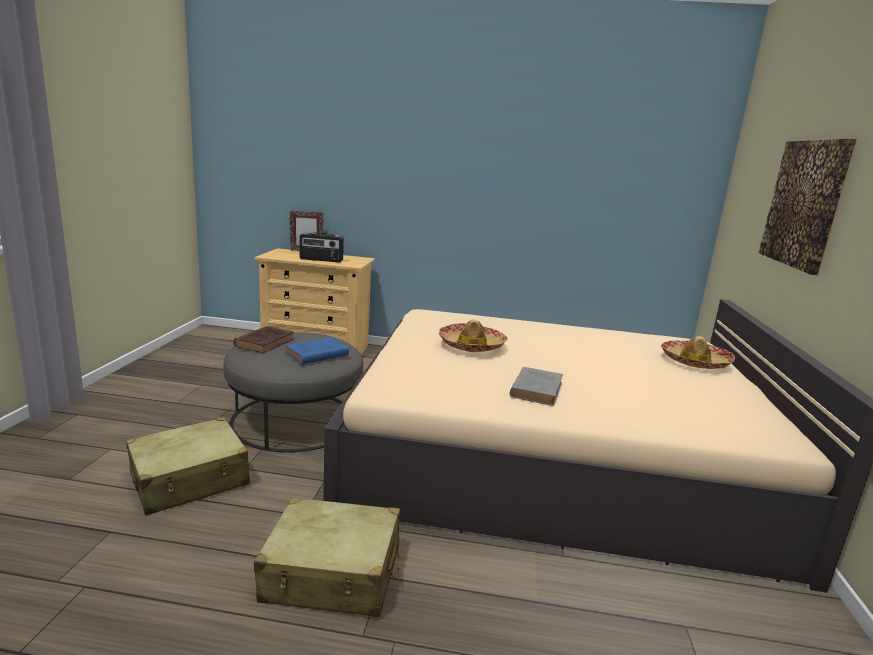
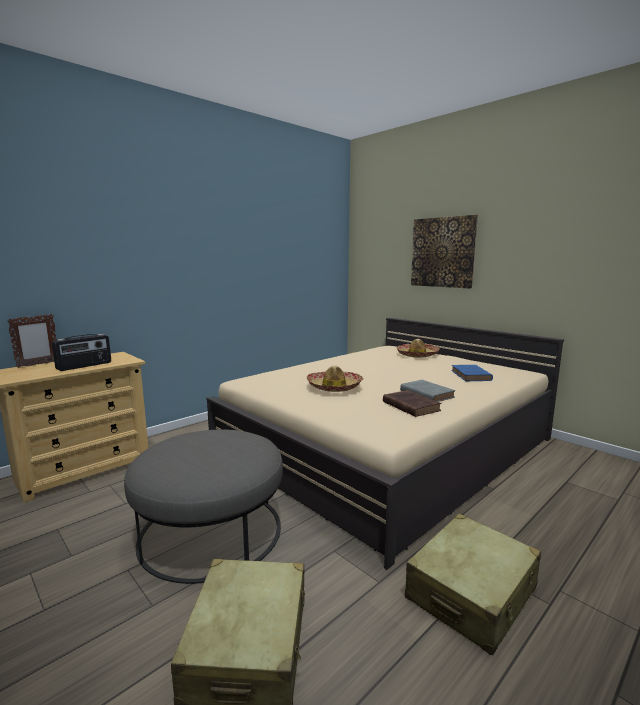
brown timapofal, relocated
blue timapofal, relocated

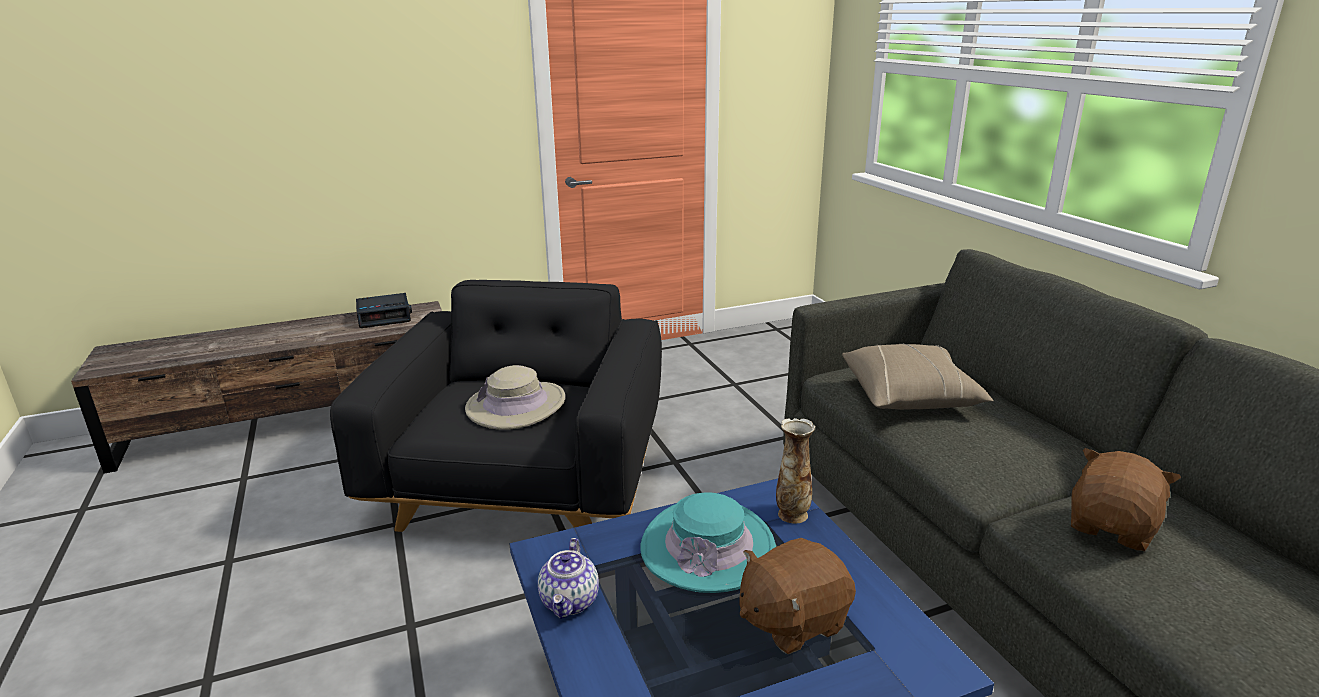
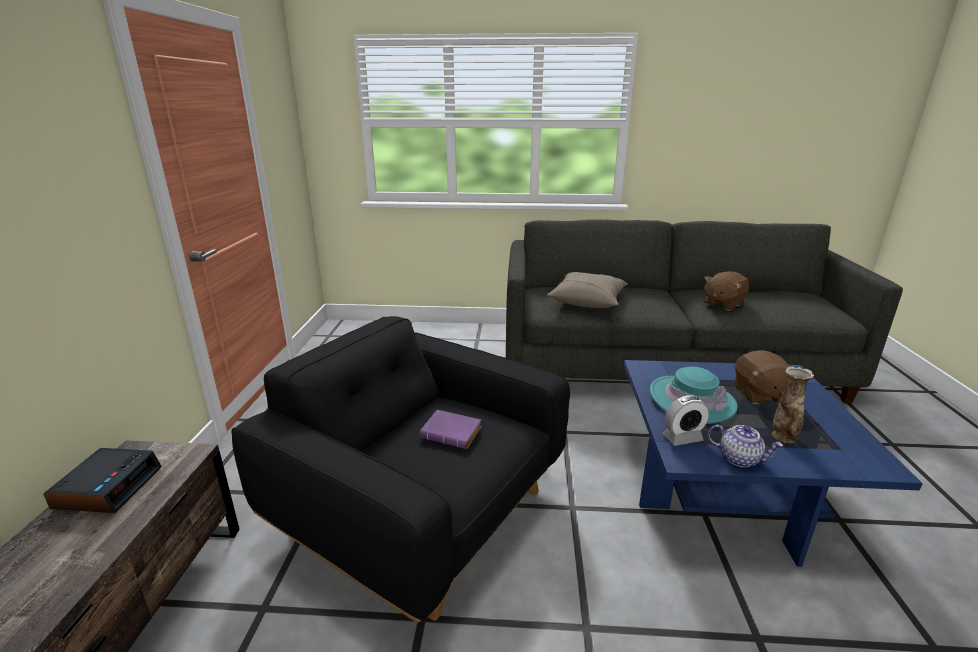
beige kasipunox → purple timapofal
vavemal, relocated
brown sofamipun (no. 2 from left in the first image) → brown sofamipun (no. 1 from left), 105 degrees counterclockwise
- → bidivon (no. 2 from left)

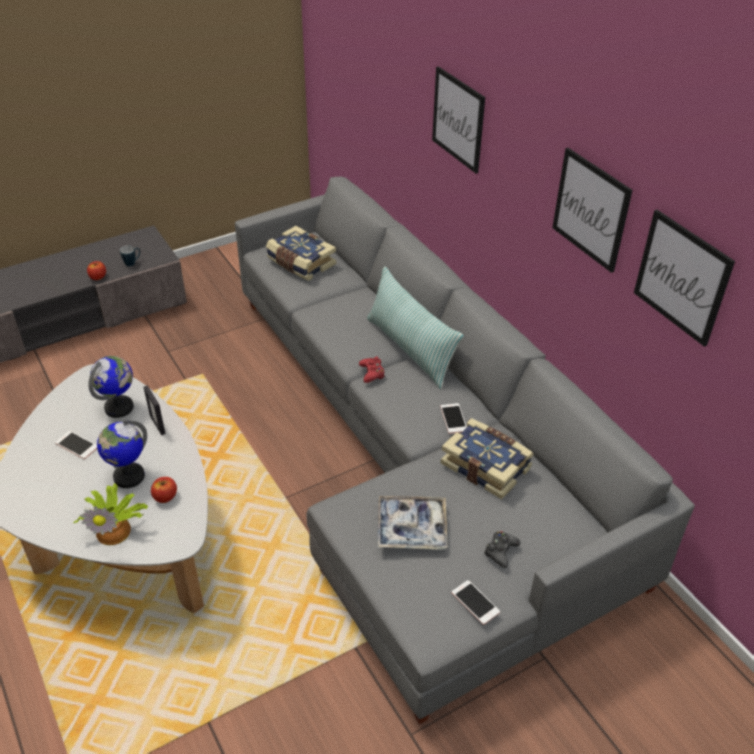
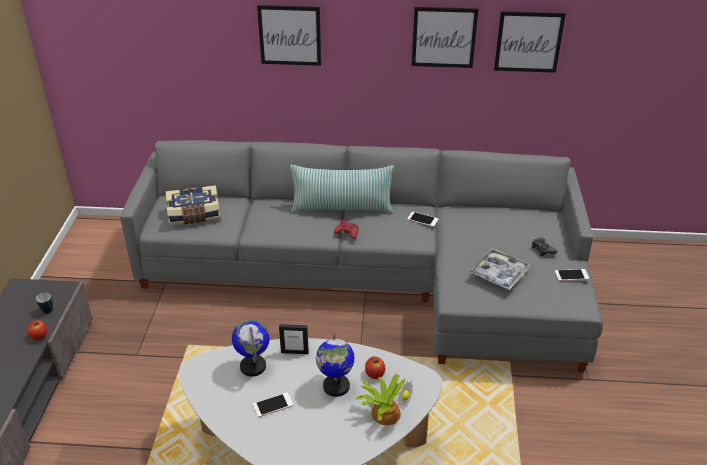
timapofal (no. 2 from left) → -

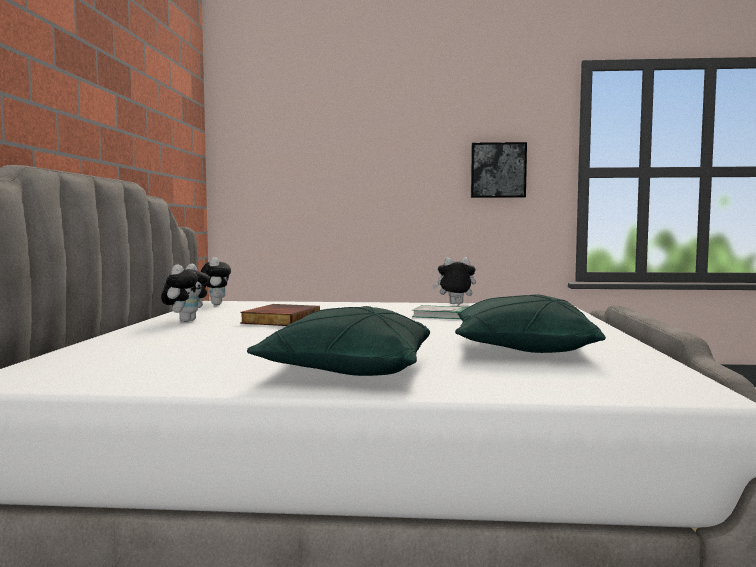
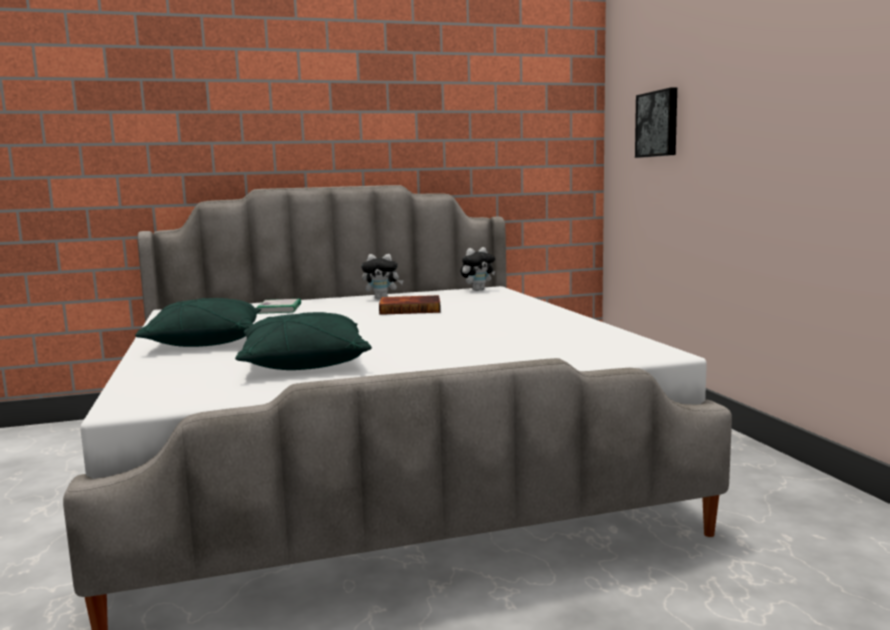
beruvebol, relocated
sofamipun (no. 3 from left) → -
timapofal (no. 2 from left in the first image) → timapofal (no. 1 from left), relocated

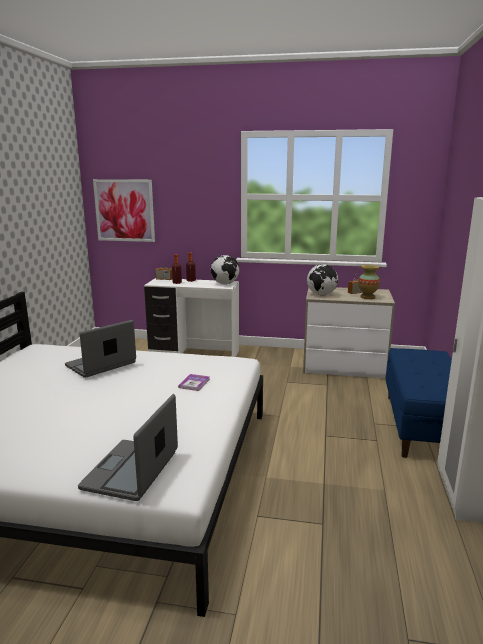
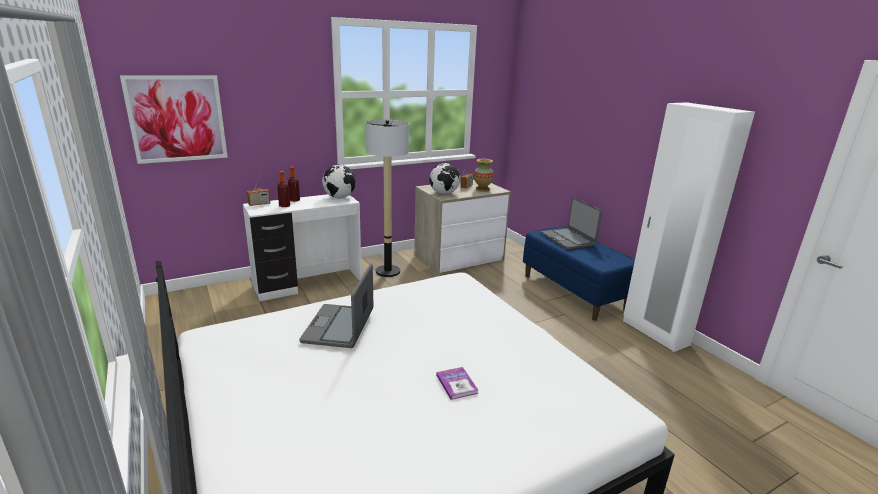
timapofal, relocated
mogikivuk (no. 2 from left), relocated
- → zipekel

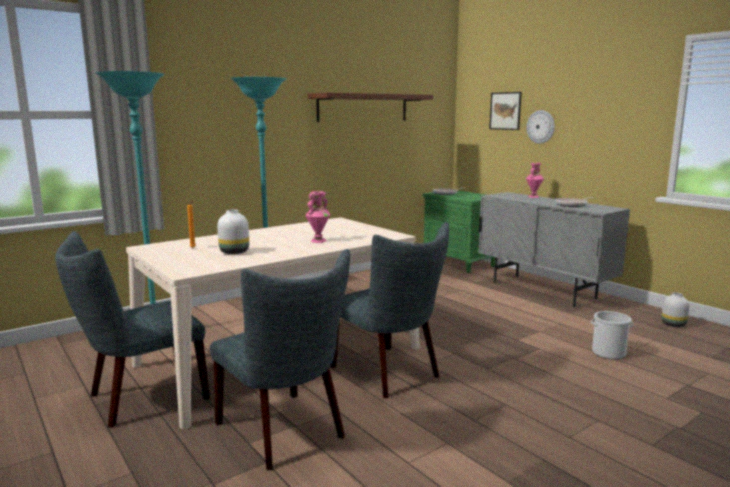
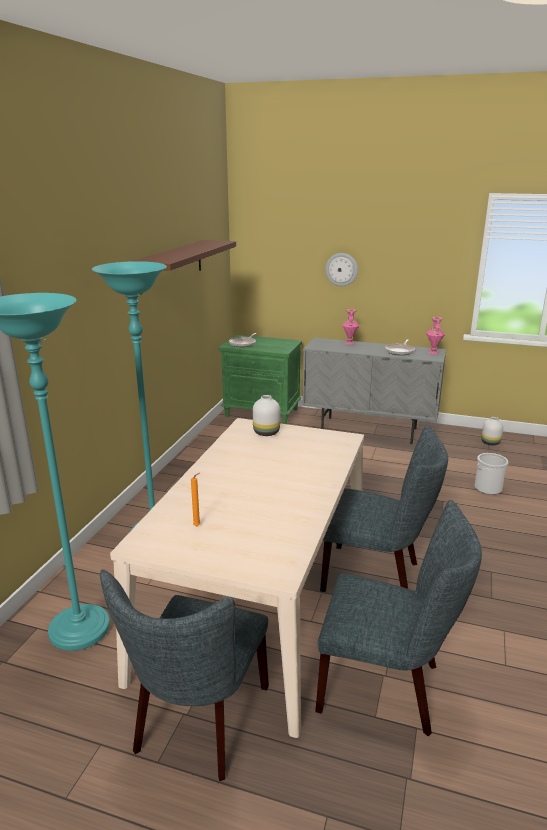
beruvebol → -
pink vavemal (no. 1 from left in the first image) → pink vavemal (no. 2 from left), relocated
white vavemal (no. 1 from left), relocated

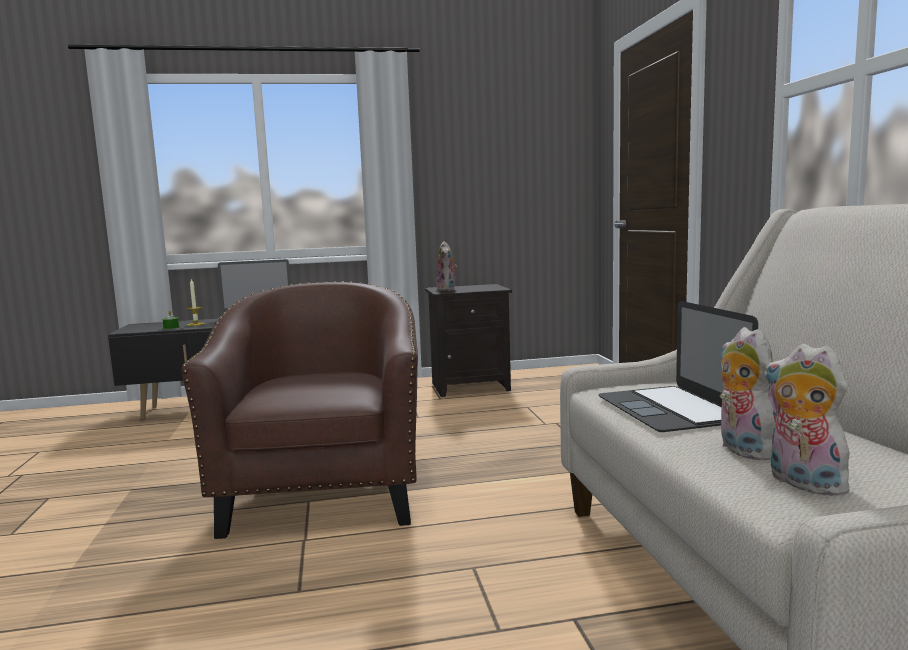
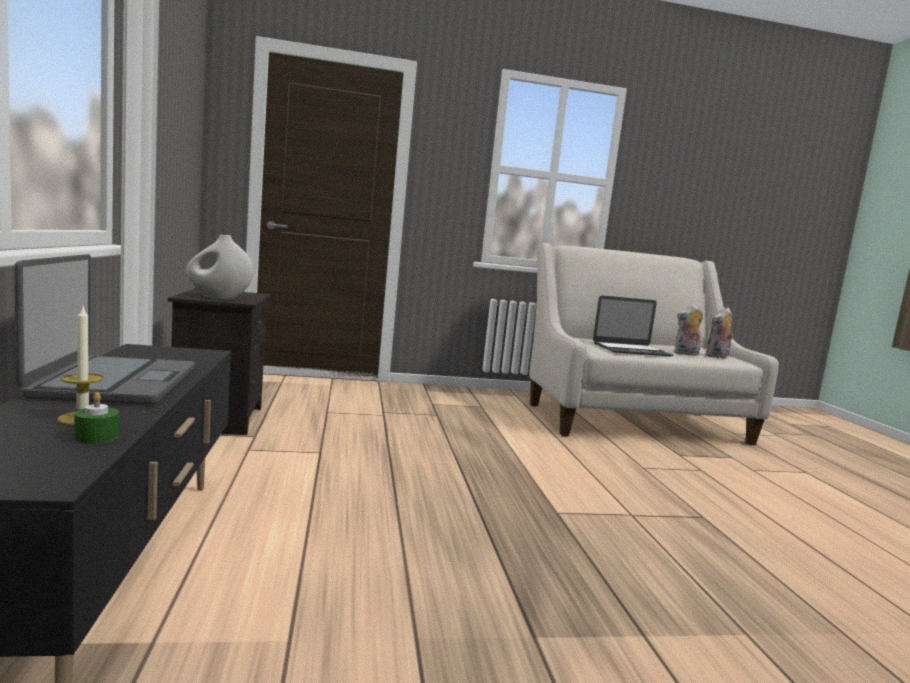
sofamipun (no. 1 from left) → white vavemal
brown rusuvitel → -

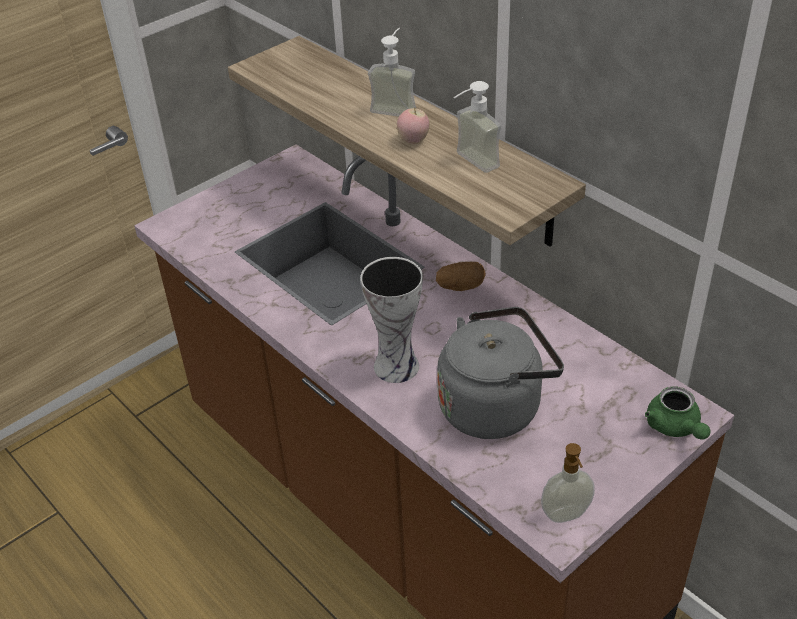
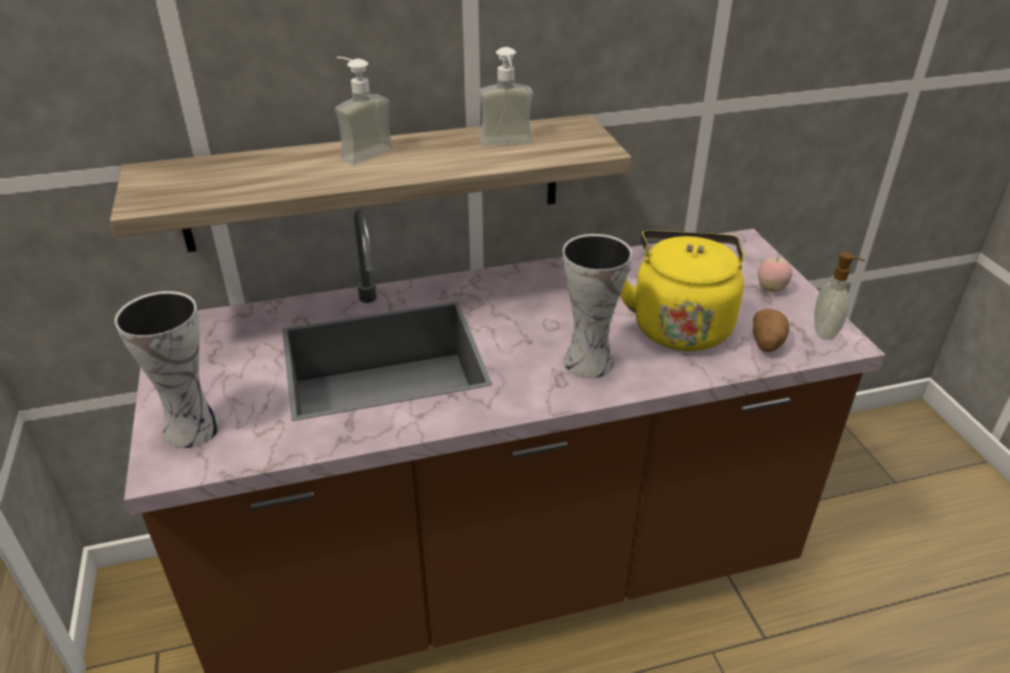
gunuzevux, relocated
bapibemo, relocated
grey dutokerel → yellow dutokerel
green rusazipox → -
- → vavemal (no. 1 from left)

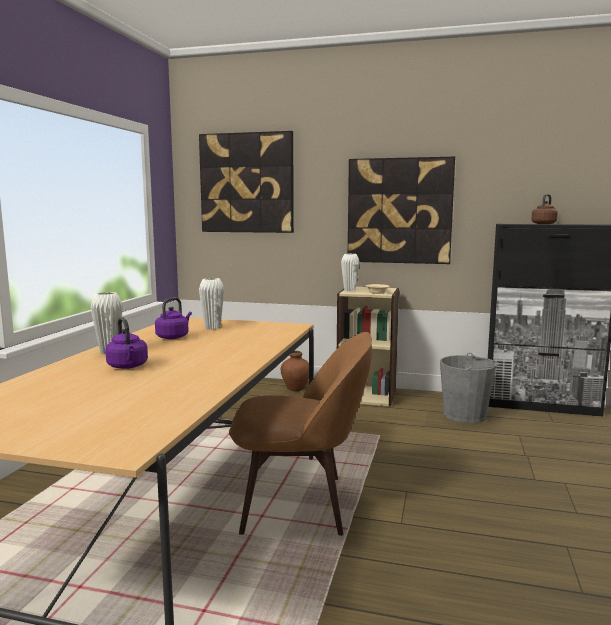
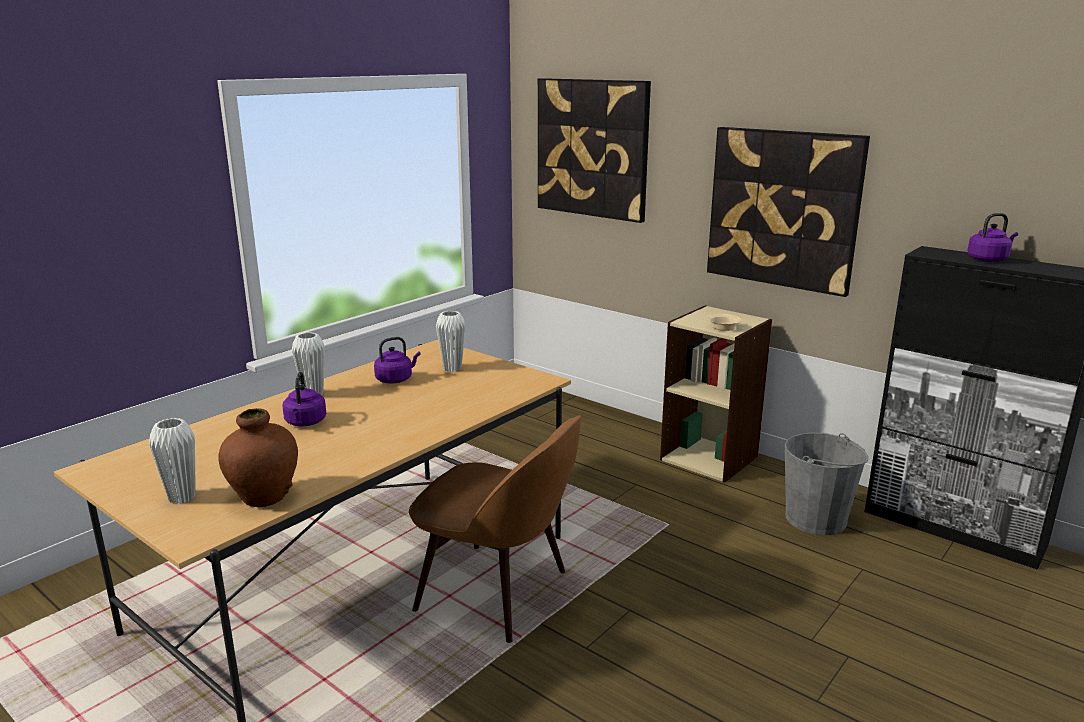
brown dutokerel → purple dutokerel (no. 3 from left)
white vavemal (no. 3 from left in the first image) → white vavemal (no. 1 from left), relocated
brown vavemal, relocated

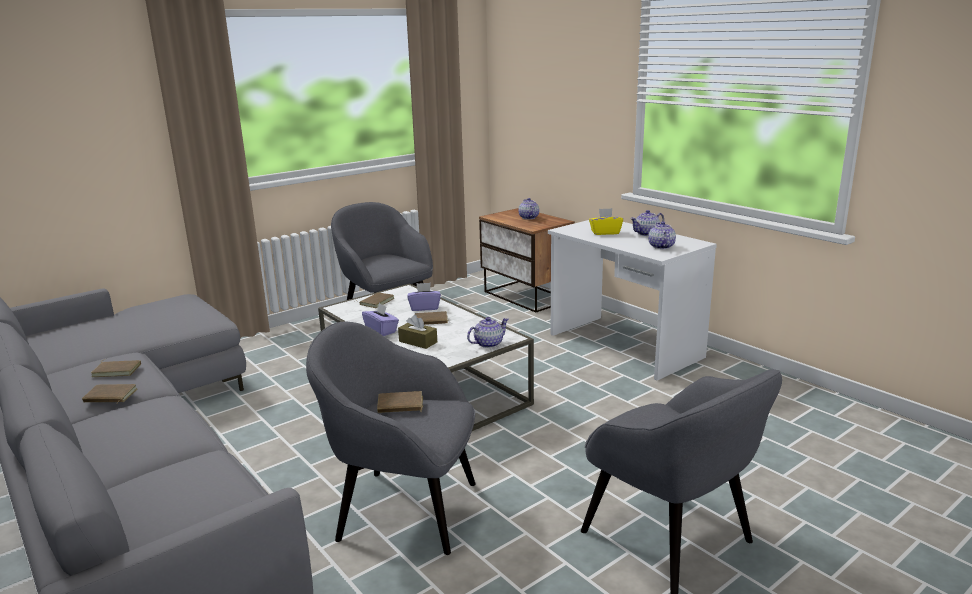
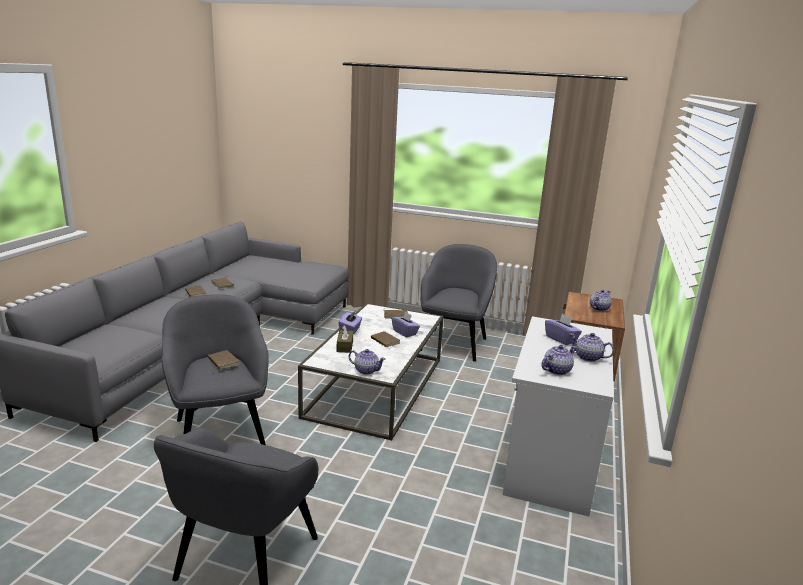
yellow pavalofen → purple pavalofen (no. 3 from left)

